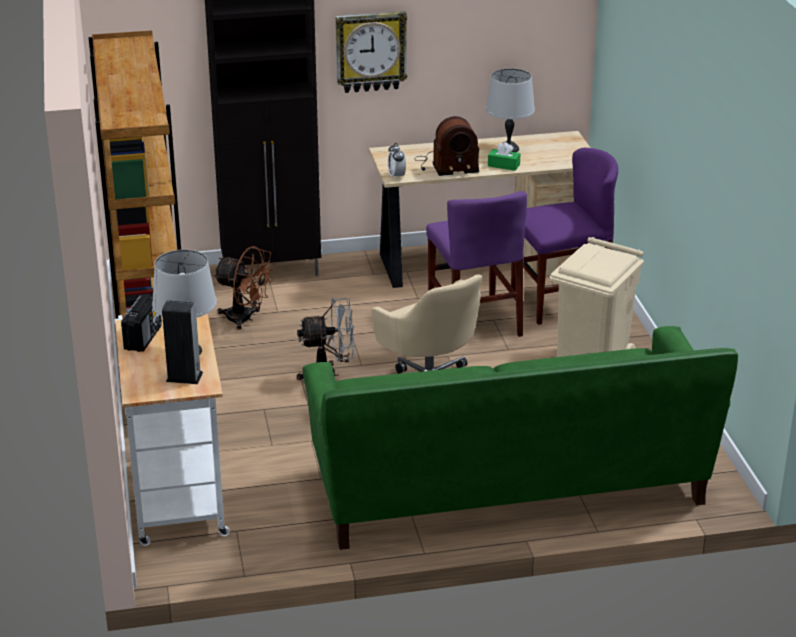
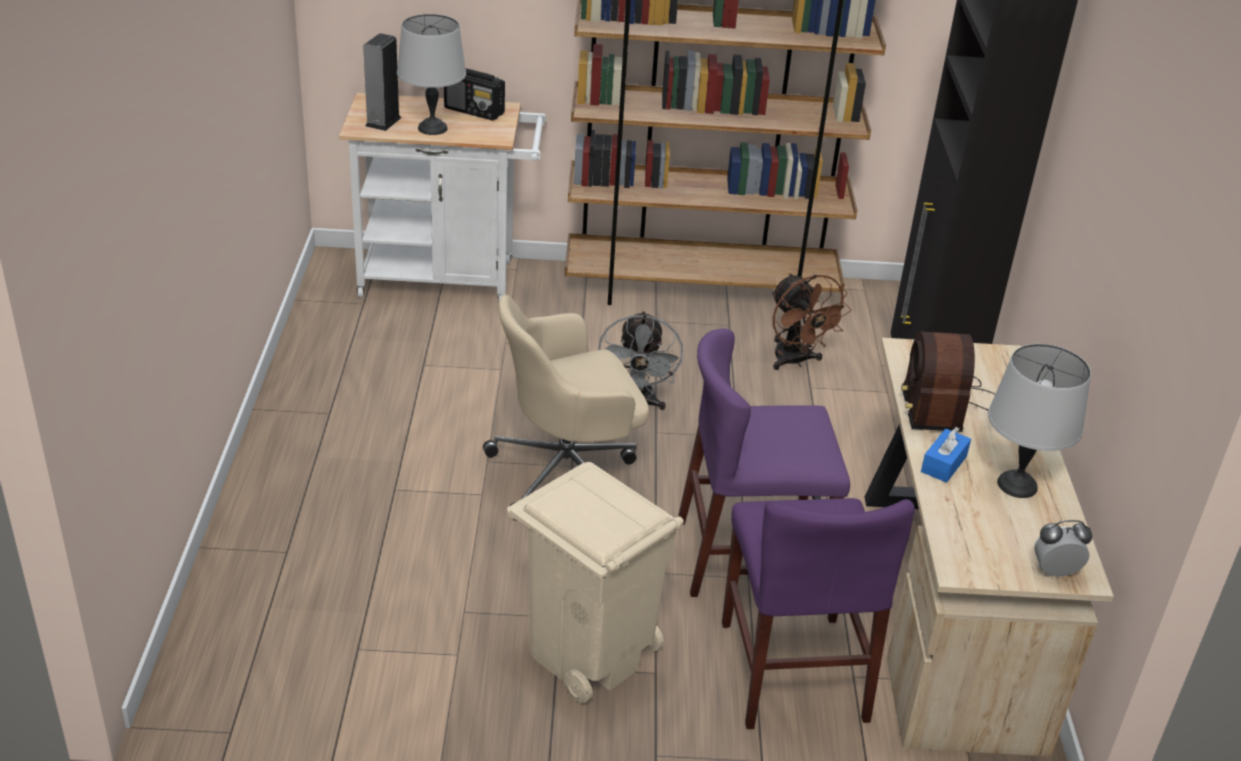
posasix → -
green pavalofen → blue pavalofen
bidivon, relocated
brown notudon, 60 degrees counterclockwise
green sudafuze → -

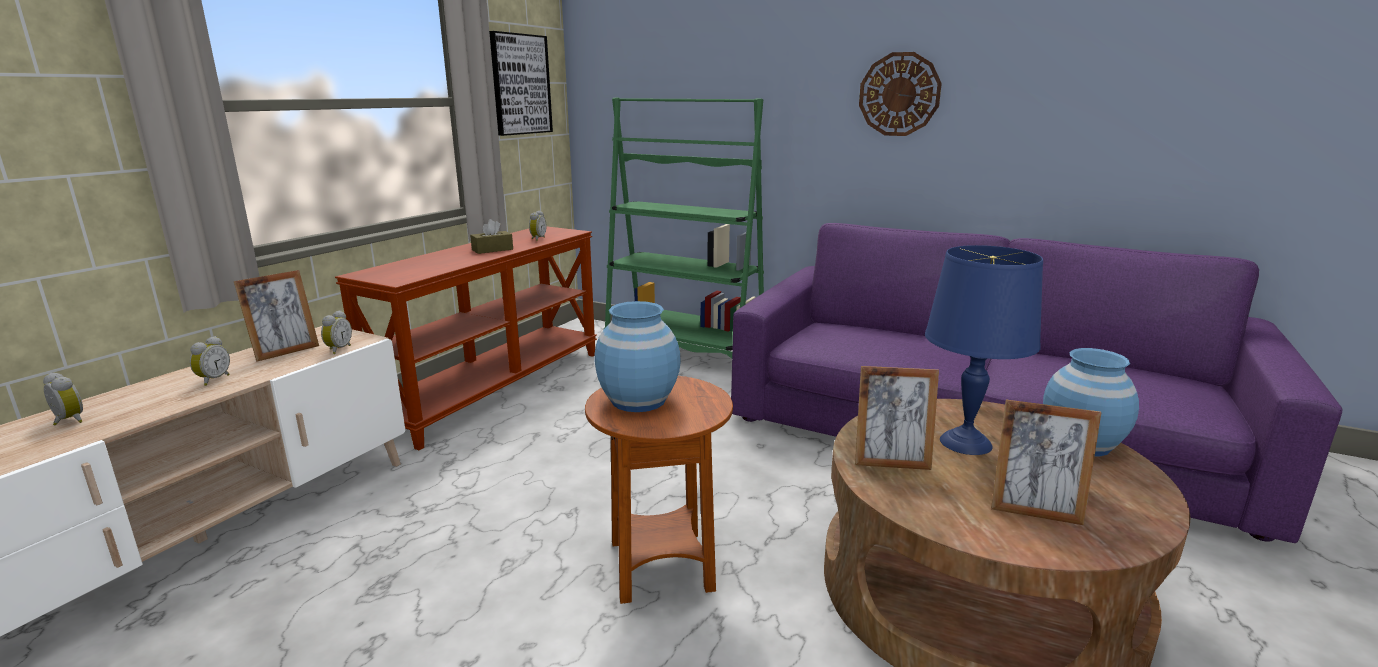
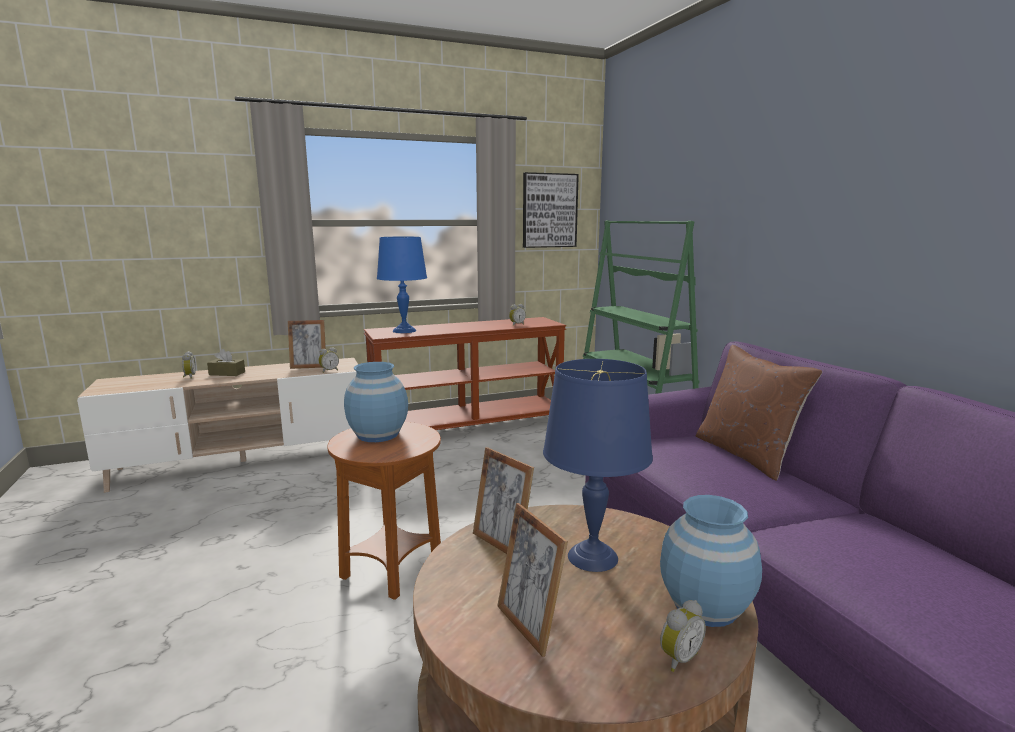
posasix → -
brown pavalofen, relocated
bidivon (no. 2 from left in the first image) → bidivon (no. 4 from left), relocated
- → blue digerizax (no. 1 from left)
- → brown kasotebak

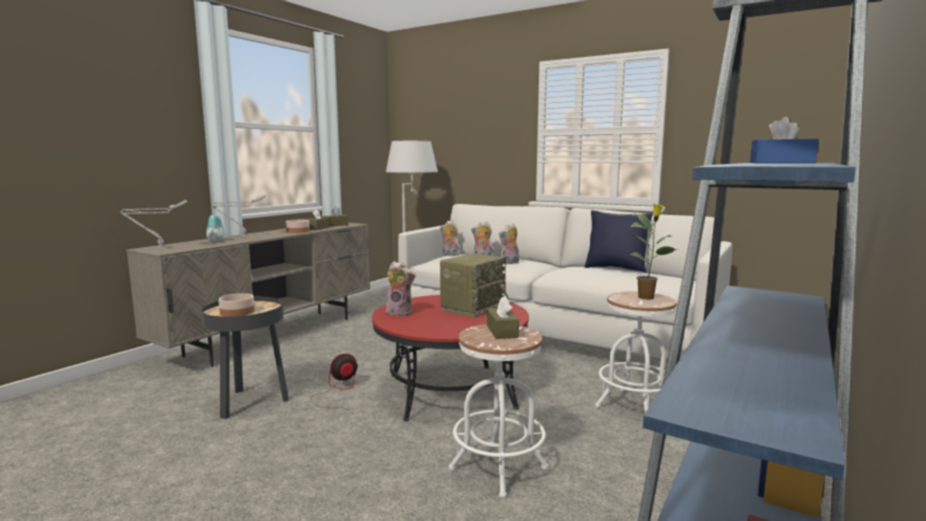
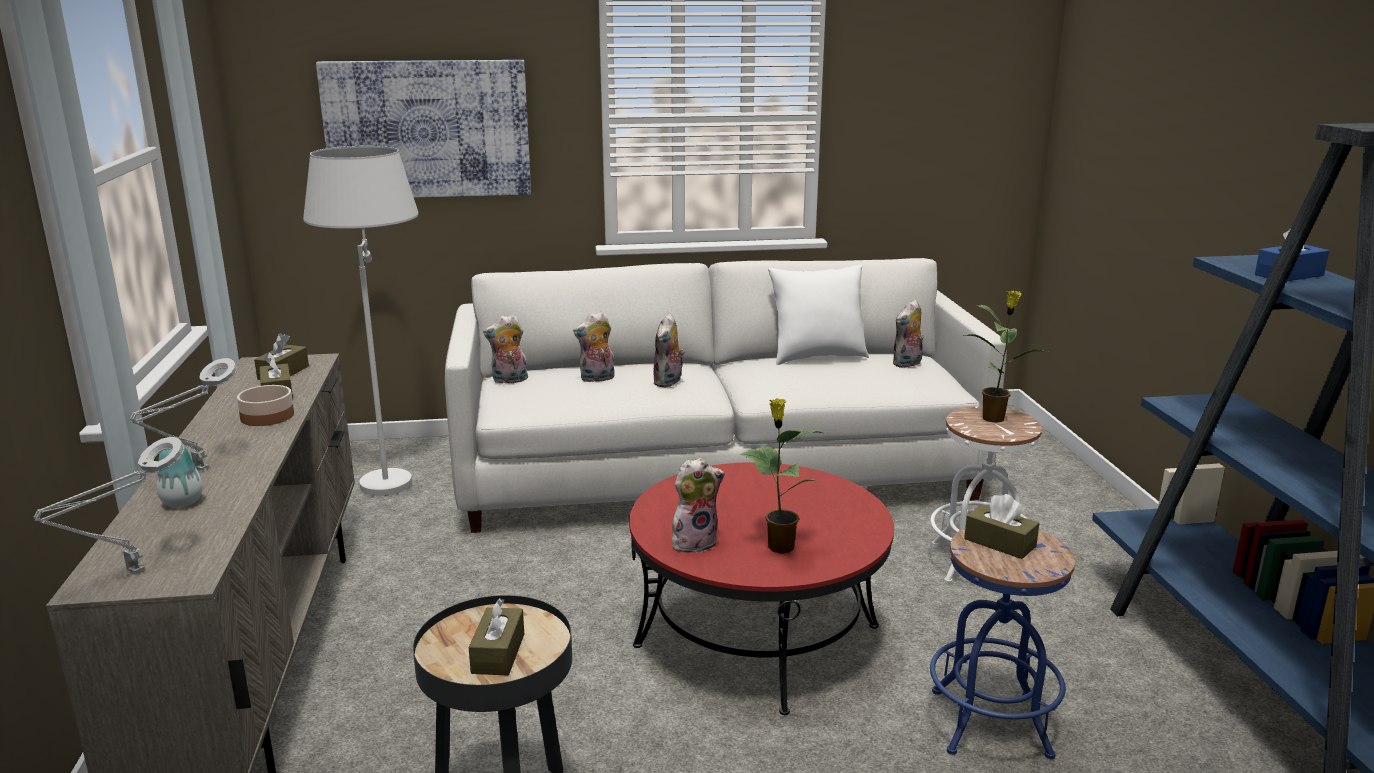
blue kasotebak → white kasotebak
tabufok → -
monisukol (no. 1 from left) → brown pavalofen (no. 3 from left)
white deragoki (no. 1 from left) → blue deragoki
notudon → -
- → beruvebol
- → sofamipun (no. 5 from left)
- → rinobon (no. 1 from left)

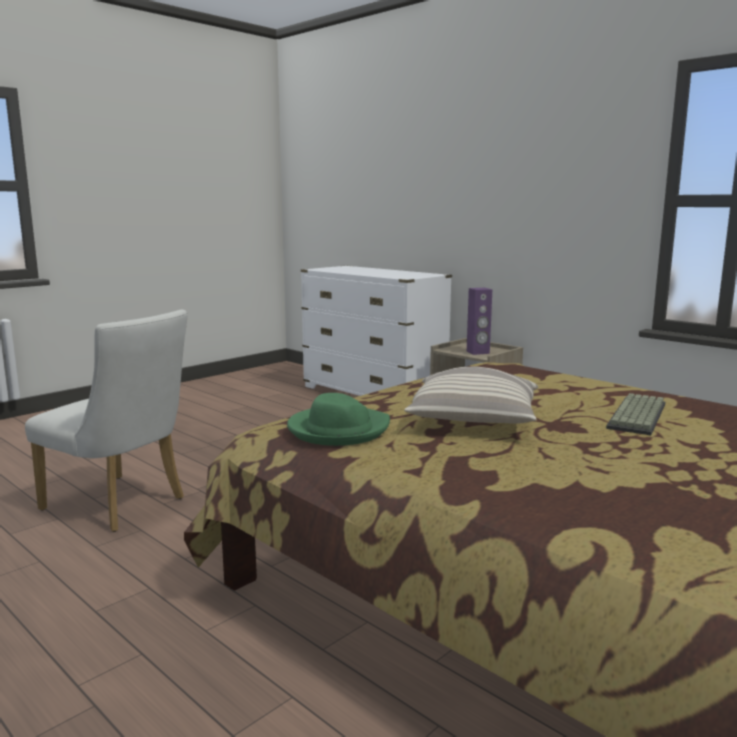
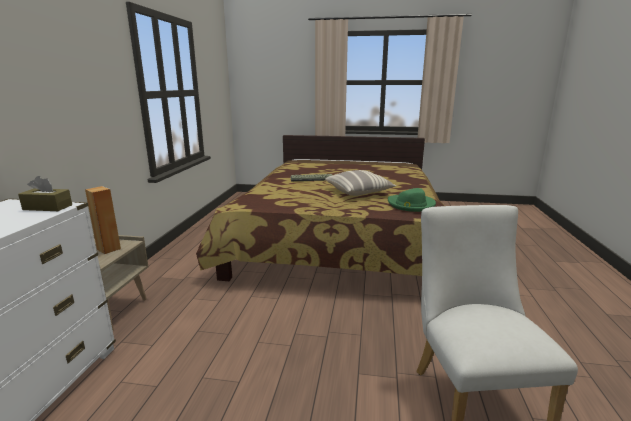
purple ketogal → brown ketogal
- → brown pavalofen

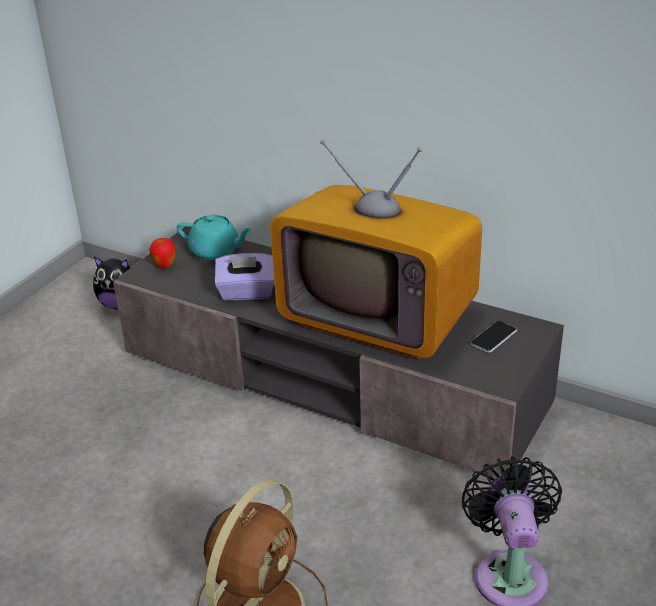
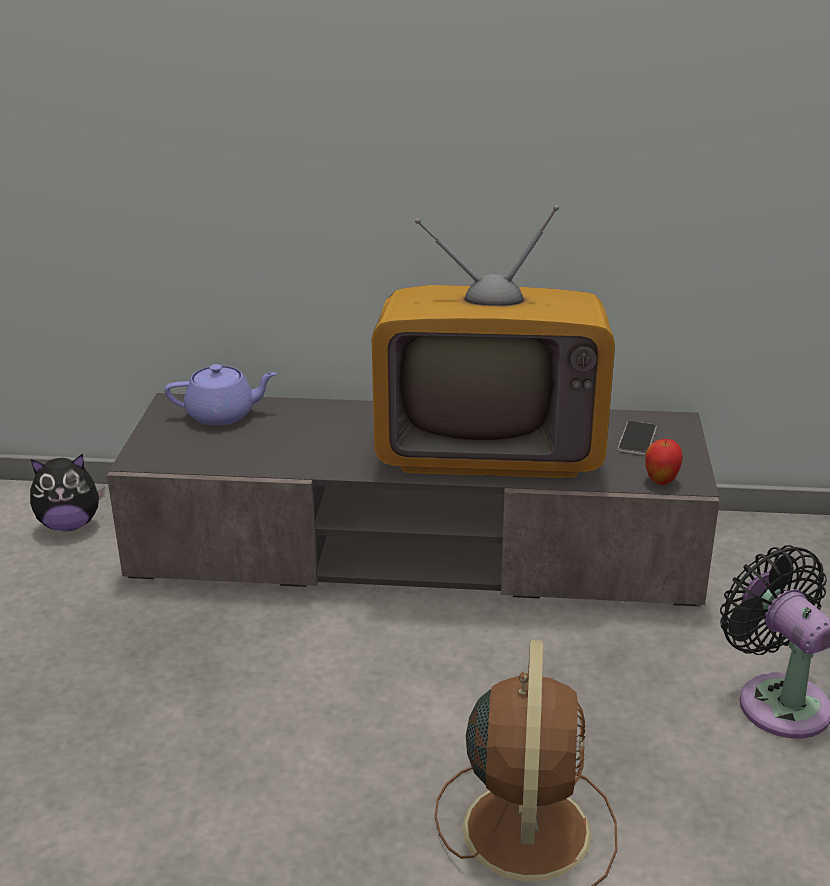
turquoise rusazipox → purple rusazipox
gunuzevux, relocated
purple pavalofen → -

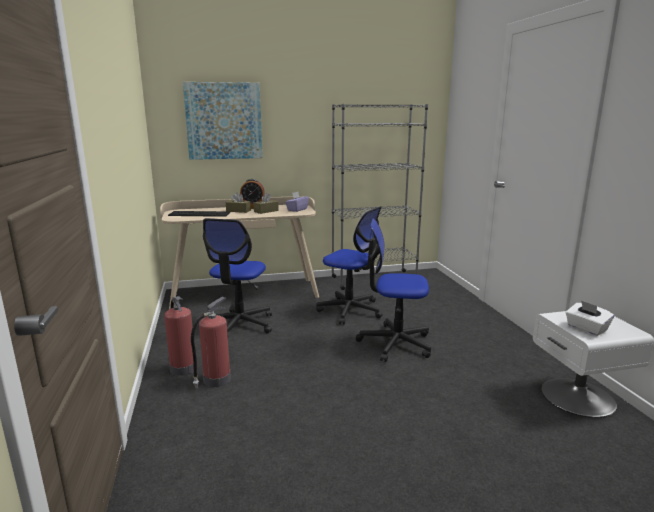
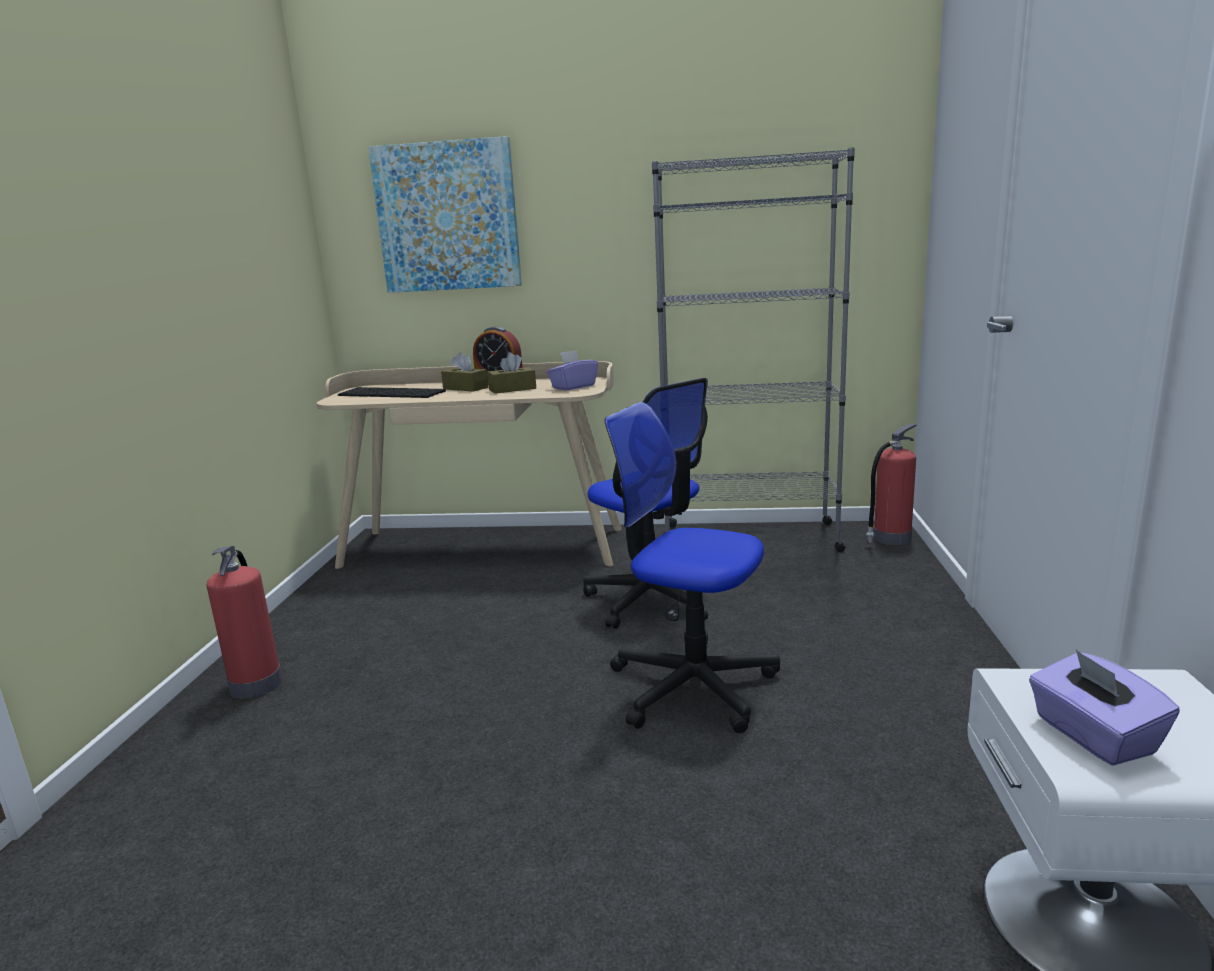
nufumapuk (no. 1 from left) → -
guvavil (no. 2 from left), relocated
white pavalofen → purple pavalofen (no. 2 from left)

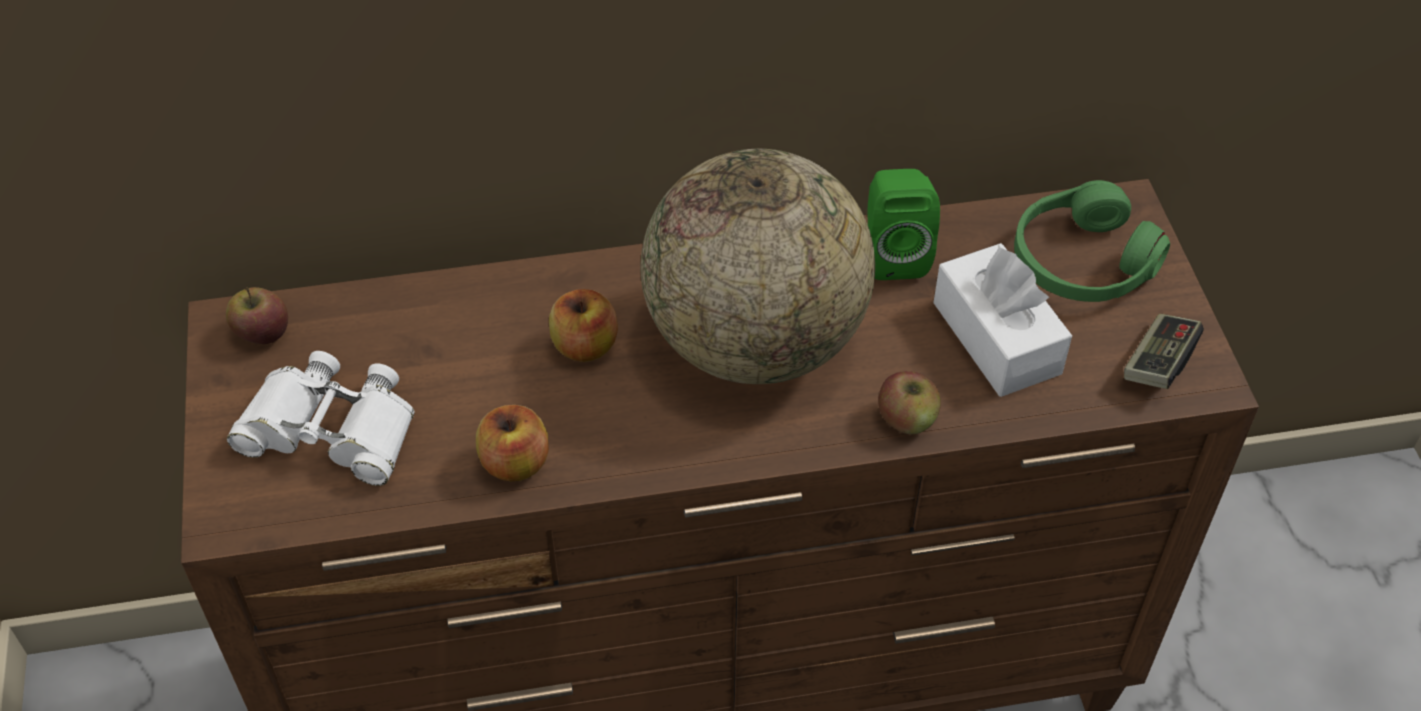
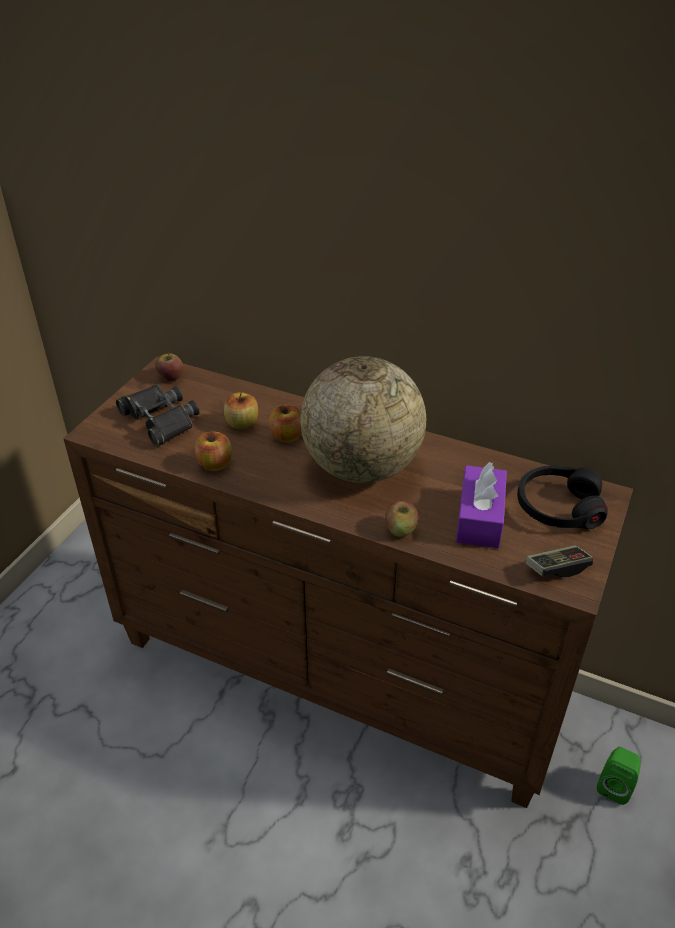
green ketogal, relocated
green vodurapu → black vodurapu
white pavalofen → purple pavalofen
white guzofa → black guzofa
- → gunuzevux (no. 3 from left)

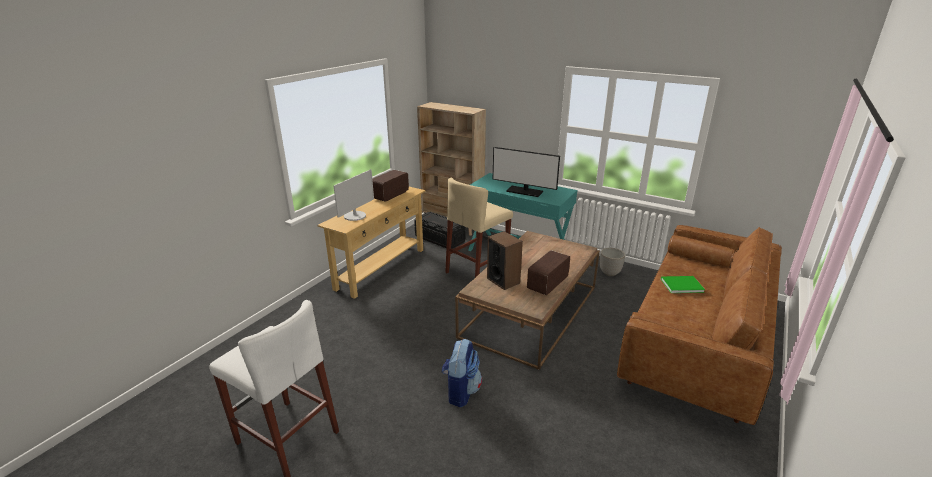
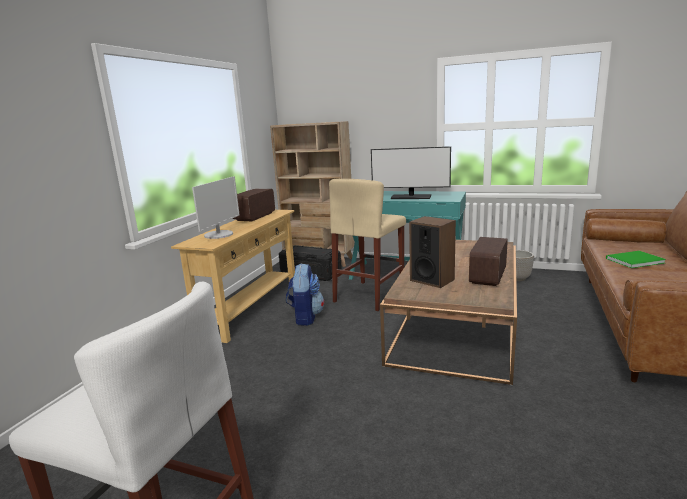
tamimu, relocated

